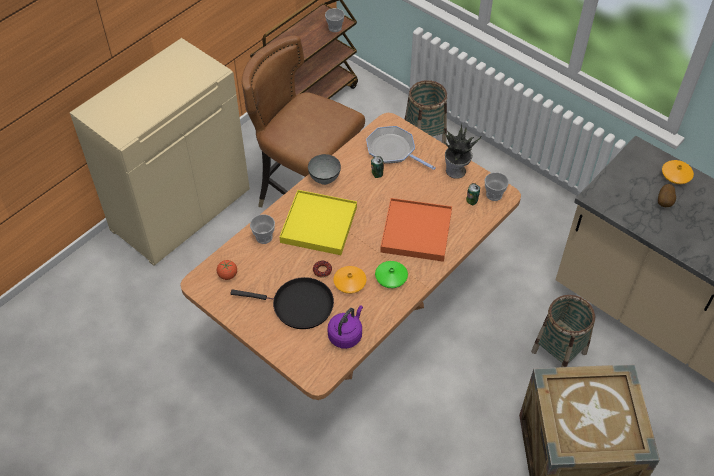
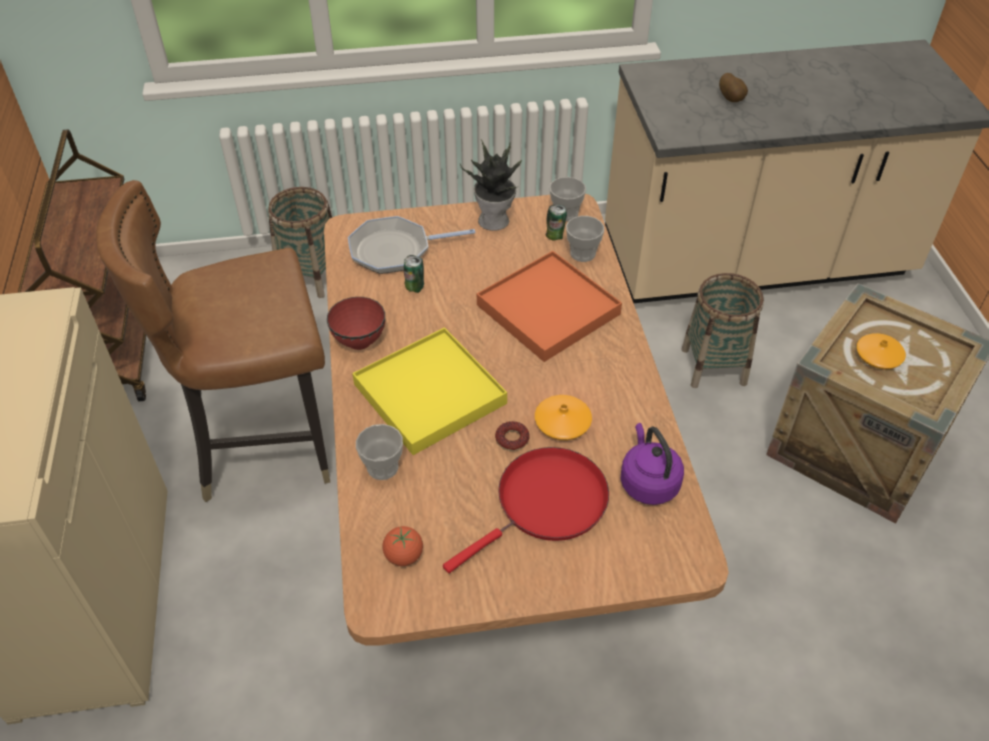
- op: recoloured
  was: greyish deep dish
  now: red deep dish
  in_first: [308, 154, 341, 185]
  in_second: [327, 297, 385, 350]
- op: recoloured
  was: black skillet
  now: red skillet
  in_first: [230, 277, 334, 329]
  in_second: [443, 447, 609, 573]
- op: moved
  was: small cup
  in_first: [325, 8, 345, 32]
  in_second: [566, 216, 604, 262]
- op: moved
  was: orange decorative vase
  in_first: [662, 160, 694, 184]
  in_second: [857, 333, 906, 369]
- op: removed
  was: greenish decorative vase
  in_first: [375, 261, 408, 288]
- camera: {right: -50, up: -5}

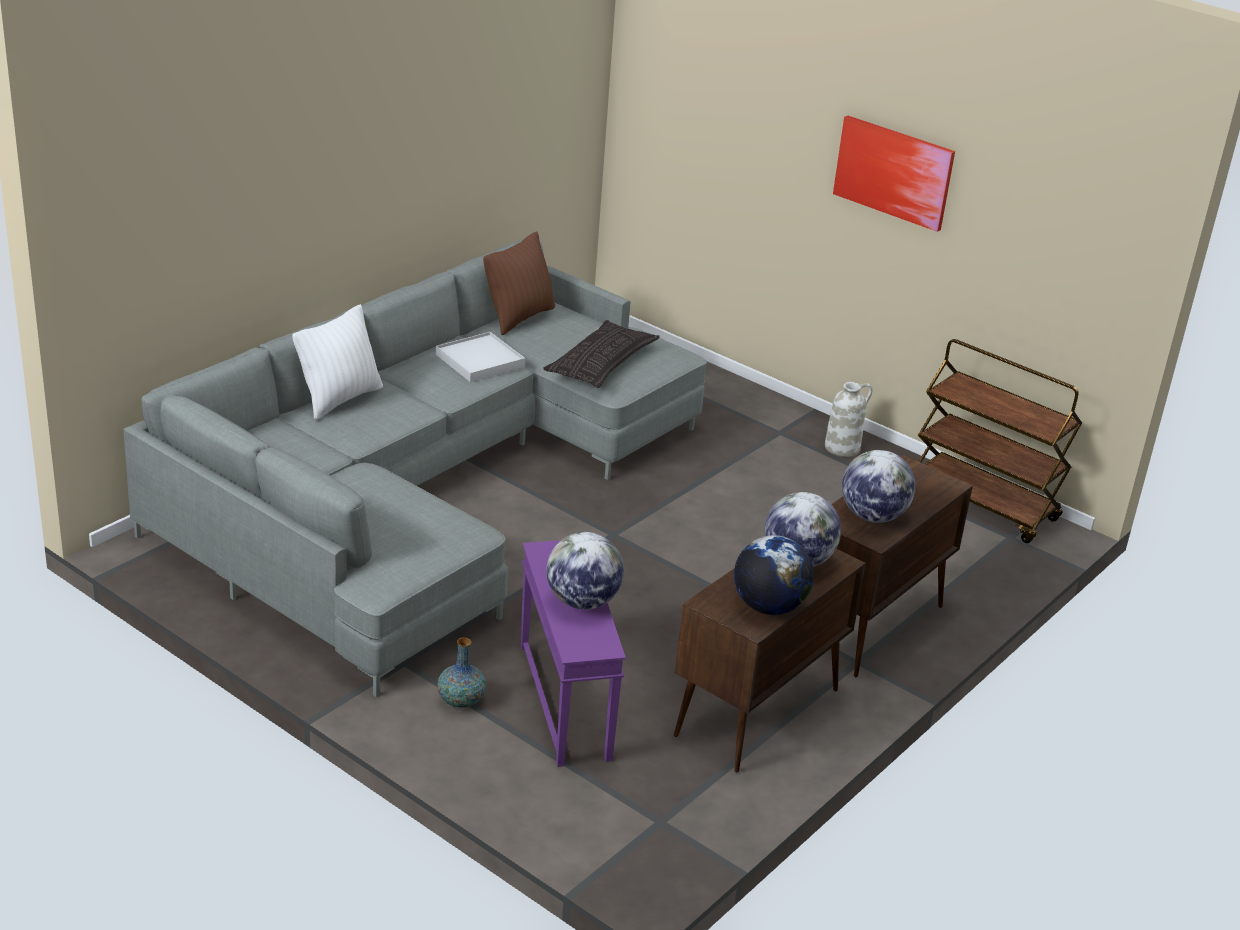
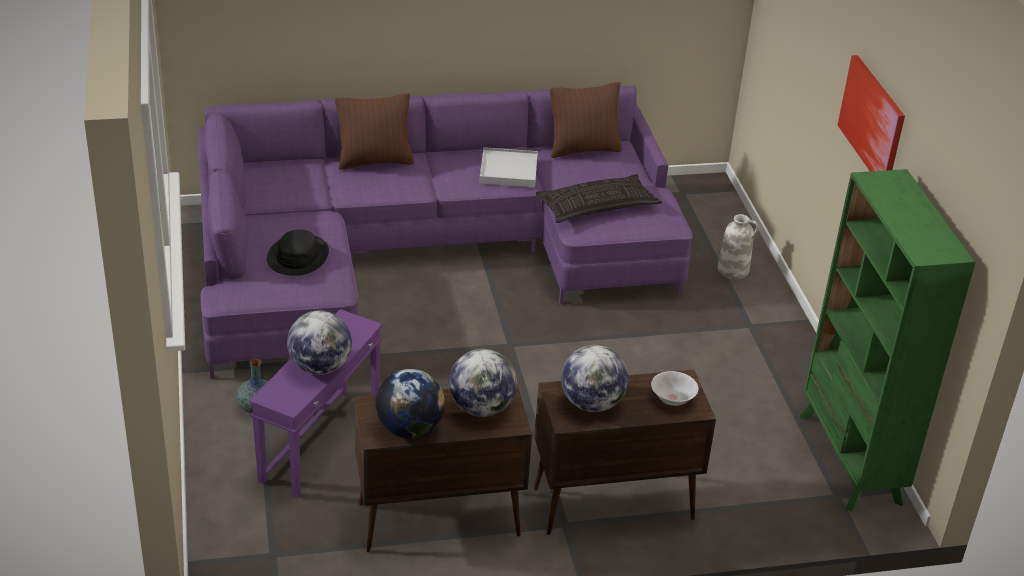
- op: recoloured
  was: greyish settee
  now: purple-coloured settee
  in_first: [123, 238, 707, 697]
  in_second: [197, 85, 693, 379]
- op: added
  now: black hat
  in_second: [267, 229, 329, 276]
- op: recoloured
  was: white throw pillow
  now: brown-coloured throw pillow
  in_first: [292, 304, 383, 420]
  in_second: [335, 93, 414, 170]
- op: added
  now: white deep dish
  in_second: [651, 371, 699, 406]
- op: moved
  was: white decorative vase
  in_first: [825, 382, 873, 457]
  in_second: [717, 214, 759, 279]
- op: replaced
  was: brown-coloured wheeled cart
  now: greenish bookshelf
  in_first: [918, 339, 1082, 543]
  in_second: [799, 169, 976, 512]
- camera: {right: 40, up: 5}

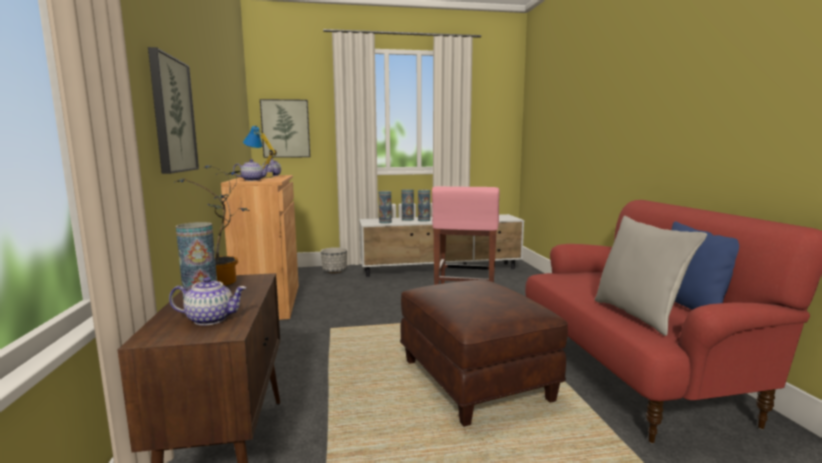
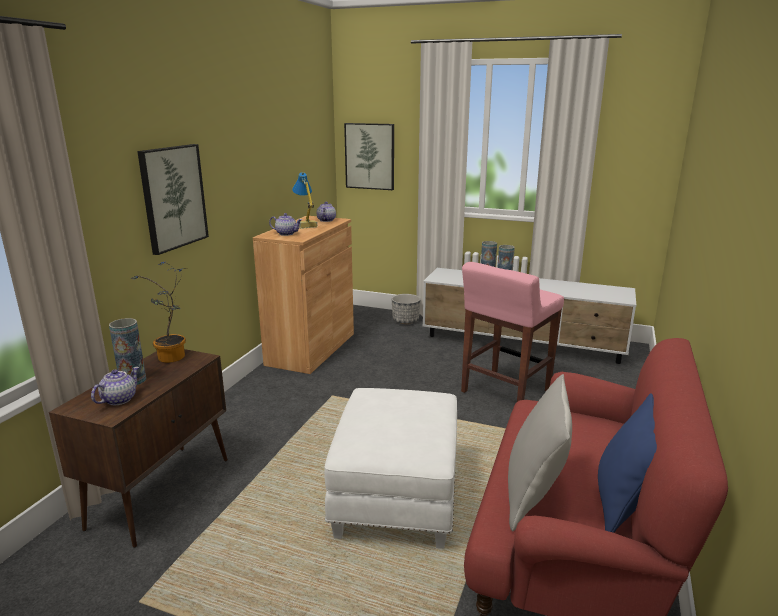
- op: turned
  was: tea pot
  in_first: [169, 277, 247, 325]
  in_second: [91, 367, 139, 405]
  clockwise: -90
- op: recoloured
  was: brown-coloured ottoman
  now: white ottoman
  in_first: [400, 280, 568, 427]
  in_second: [324, 388, 457, 549]
- op: removed
  was: decorative vase
  in_first: [379, 191, 392, 224]
- camera: {right: 30, up: 10}

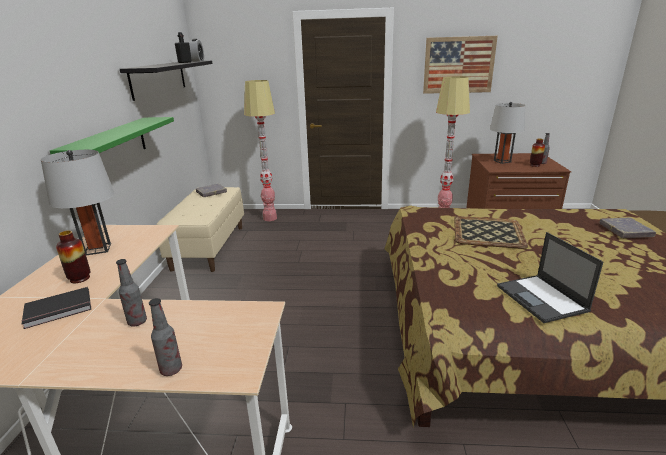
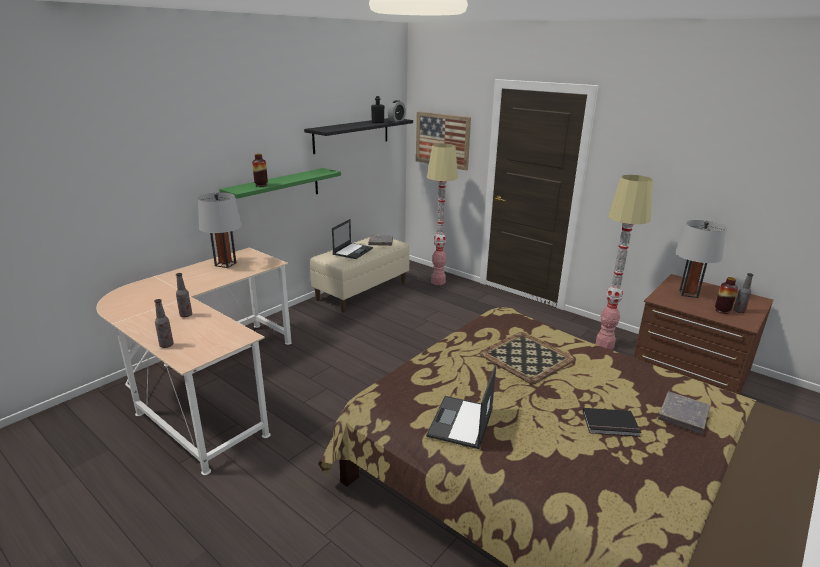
- op: moved
  was: decorative vase
  in_first: [56, 230, 91, 283]
  in_second: [252, 154, 268, 187]
- op: added
  now: portable computer
  in_second: [332, 219, 373, 259]
- op: moved
  was: wall picture
  in_first: [423, 36, 498, 94]
  in_second: [416, 111, 471, 170]
- op: moved
  was: black volume
  in_first: [21, 287, 91, 329]
  in_second: [583, 408, 641, 437]
- camera: {right: 35, up: 0}

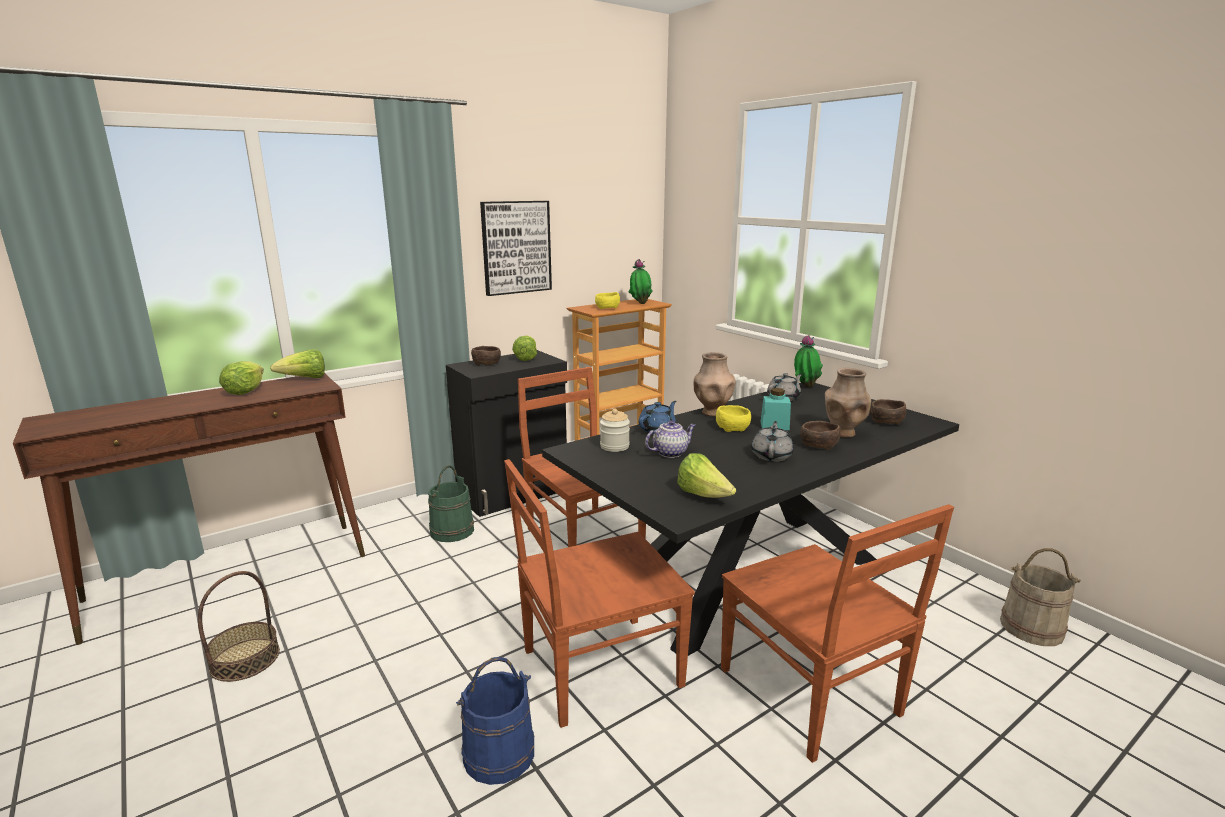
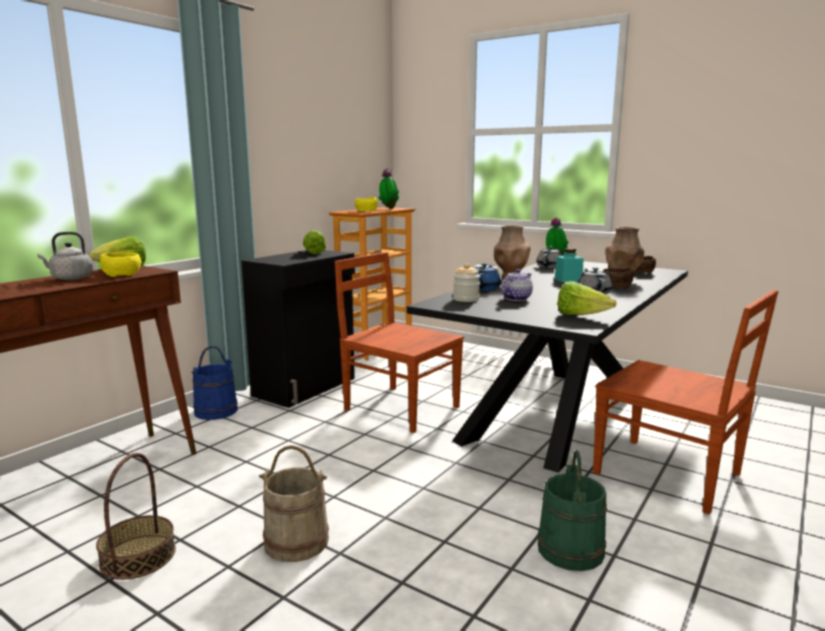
- op: replaced
  was: lettuce head
  now: greyish water kettle
  in_first: [219, 361, 264, 395]
  in_second: [37, 232, 93, 280]
- op: moved
  was: yellowish deep dish
  in_first: [716, 405, 751, 432]
  in_second: [100, 252, 141, 277]
- op: moved
  was: blue water bucket
  in_first: [456, 657, 534, 785]
  in_second: [192, 346, 238, 420]
- op: moved
  was: sand-coloured water bucket
  in_first: [1000, 548, 1081, 646]
  in_second: [259, 445, 329, 562]
- op: moved
  was: greenish water bucket
  in_first: [428, 465, 474, 542]
  in_second: [538, 450, 607, 571]
- op: removed
  was: brown-coloured deep dish
  in_first: [471, 346, 501, 366]
- op: removed
  was: wall picture
  in_first: [480, 201, 552, 296]
- op: removed
  was: brown-coloured chair
  in_first: [504, 459, 695, 728]
- camera: {right: -20, up: -5}

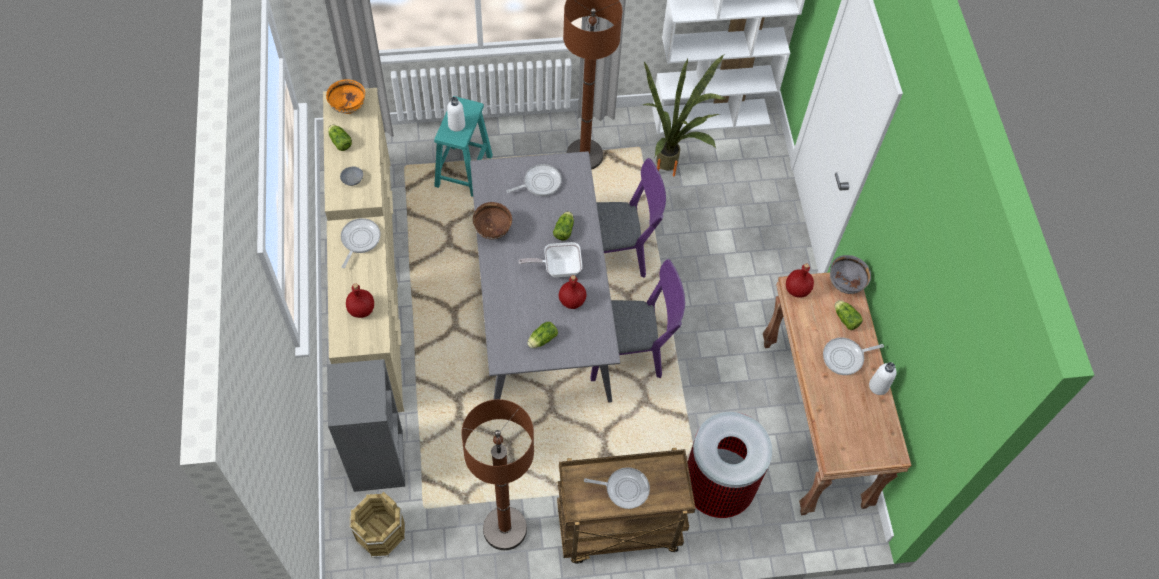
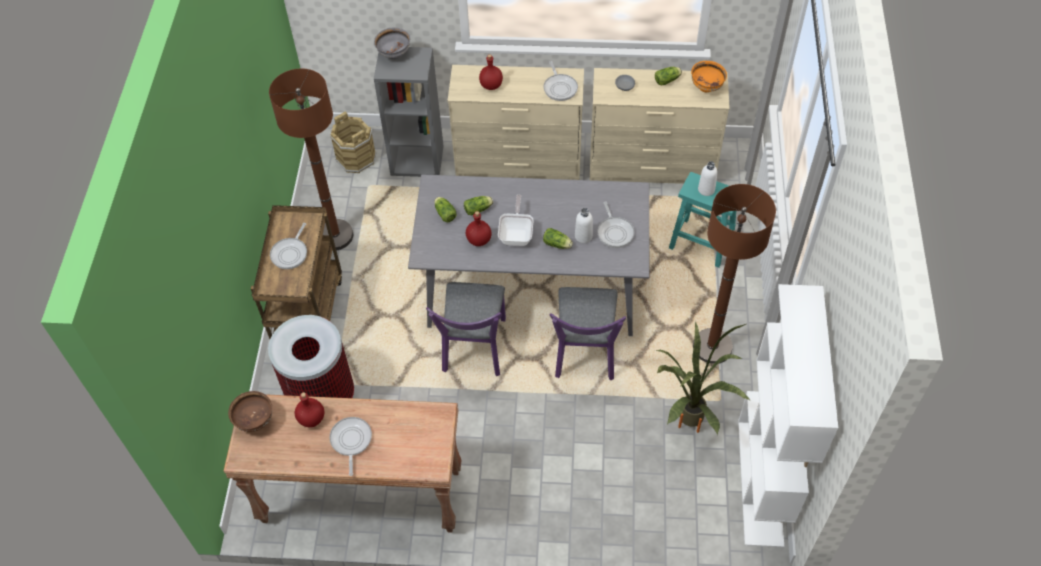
- op: moved
  was: brown-coloured deep dish
  in_first: [473, 202, 512, 240]
  in_second: [228, 391, 272, 432]
- op: moved
  was: red beverage bottle
  in_first: [786, 263, 814, 298]
  in_second: [295, 392, 324, 428]
- op: moved
  was: greyish deep dish
  in_first: [830, 255, 871, 294]
  in_second: [374, 27, 410, 59]
- op: moved
  was: lettuce head
  in_first: [835, 300, 863, 330]
  in_second: [464, 196, 493, 215]
- op: turned
  was: skillet
  in_first: [341, 218, 381, 268]
  in_second: [544, 61, 578, 101]
  clockwise: 45
- op: moved
  was: white beverage bottle
  in_first: [869, 362, 897, 395]
  in_second: [575, 208, 593, 243]
- camera: {right: 105, up: -5}

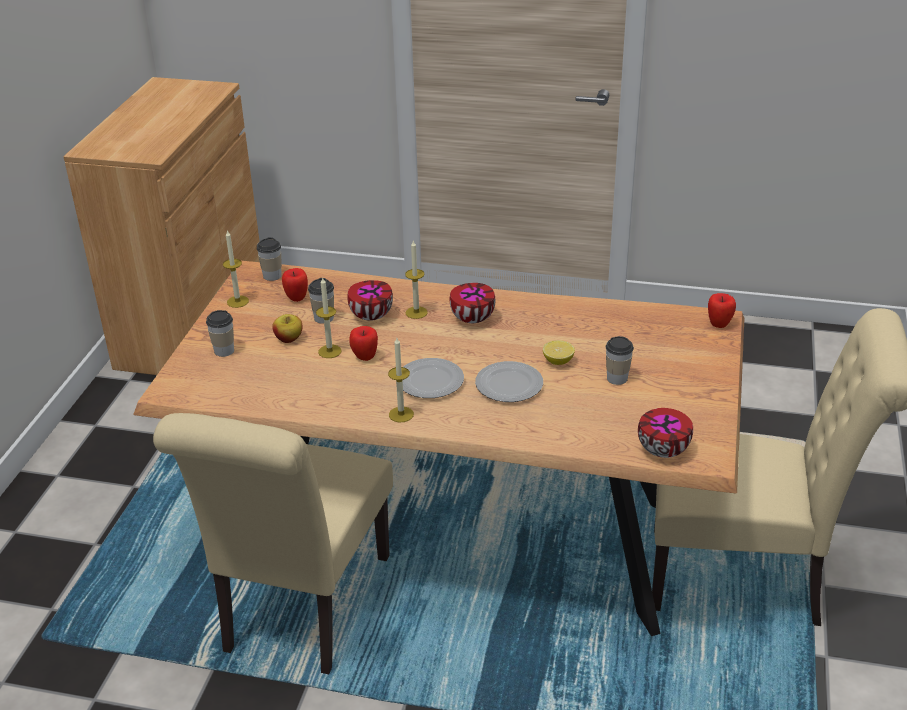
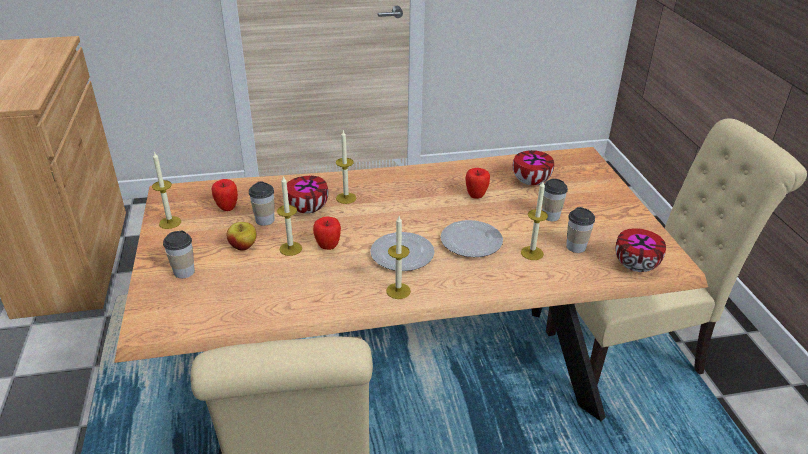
- op: moved
  was: apple fruit
  in_first: [708, 293, 736, 328]
  in_second: [465, 168, 490, 199]
- op: moved
  was: deep dish
  in_first: [450, 283, 495, 323]
  in_second: [513, 150, 554, 186]
- op: added
  now: candle
  in_second: [521, 181, 548, 260]
- op: moved
  was: small cup
  in_first: [257, 237, 282, 281]
  in_second: [566, 207, 595, 253]
- op: removed
  was: lemon
  in_first: [543, 340, 575, 365]
- camera: {right: -25, up: 0}

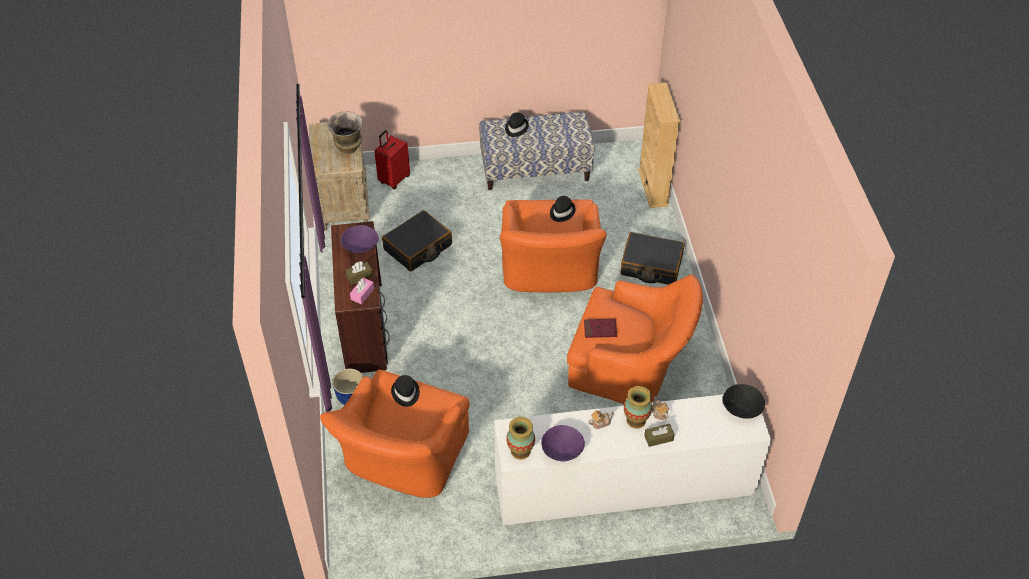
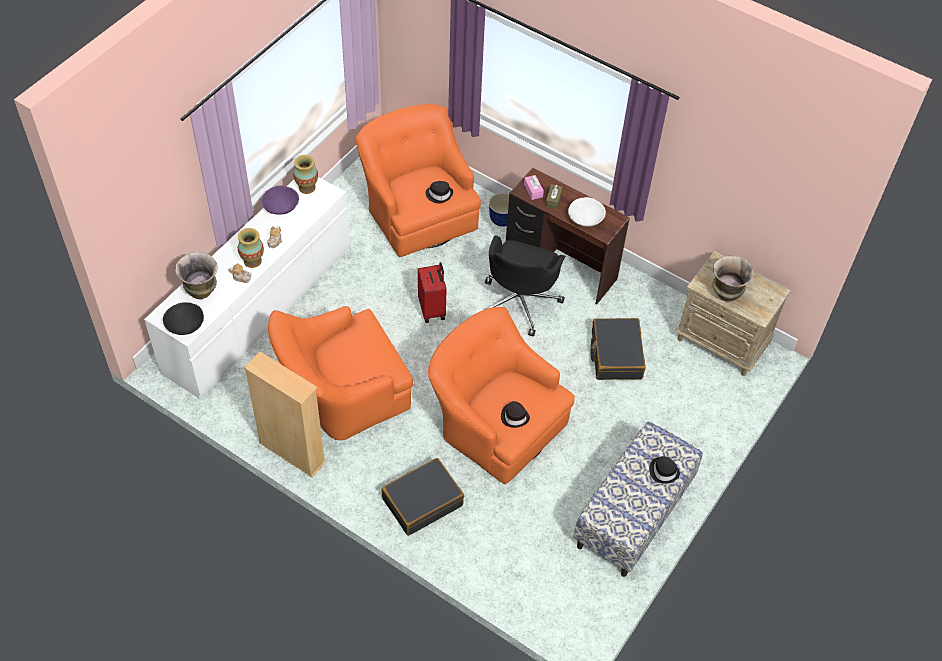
- op: added
  now: decorative vase
  in_second: [175, 252, 218, 299]
- op: moved
  was: sand-coloured bookshelf
  in_first: [638, 82, 680, 208]
  in_second: [244, 352, 327, 477]
- op: moved
  was: red piece of luggage
  in_first: [374, 130, 410, 189]
  in_second: [418, 262, 446, 323]
- op: added
  now: black office chair
  in_second: [485, 235, 565, 337]
- op: recoloured
  was: purple-coloured deep dish
  now: white deep dish
  in_first: [341, 225, 378, 253]
  in_second: [568, 197, 606, 227]
- op: removed
  was: red volume
  in_first: [584, 319, 617, 338]
- op: removed
  was: brown-coloured box of tissues
  in_first: [644, 424, 675, 447]
- camera: {right: 130, up: 5}

